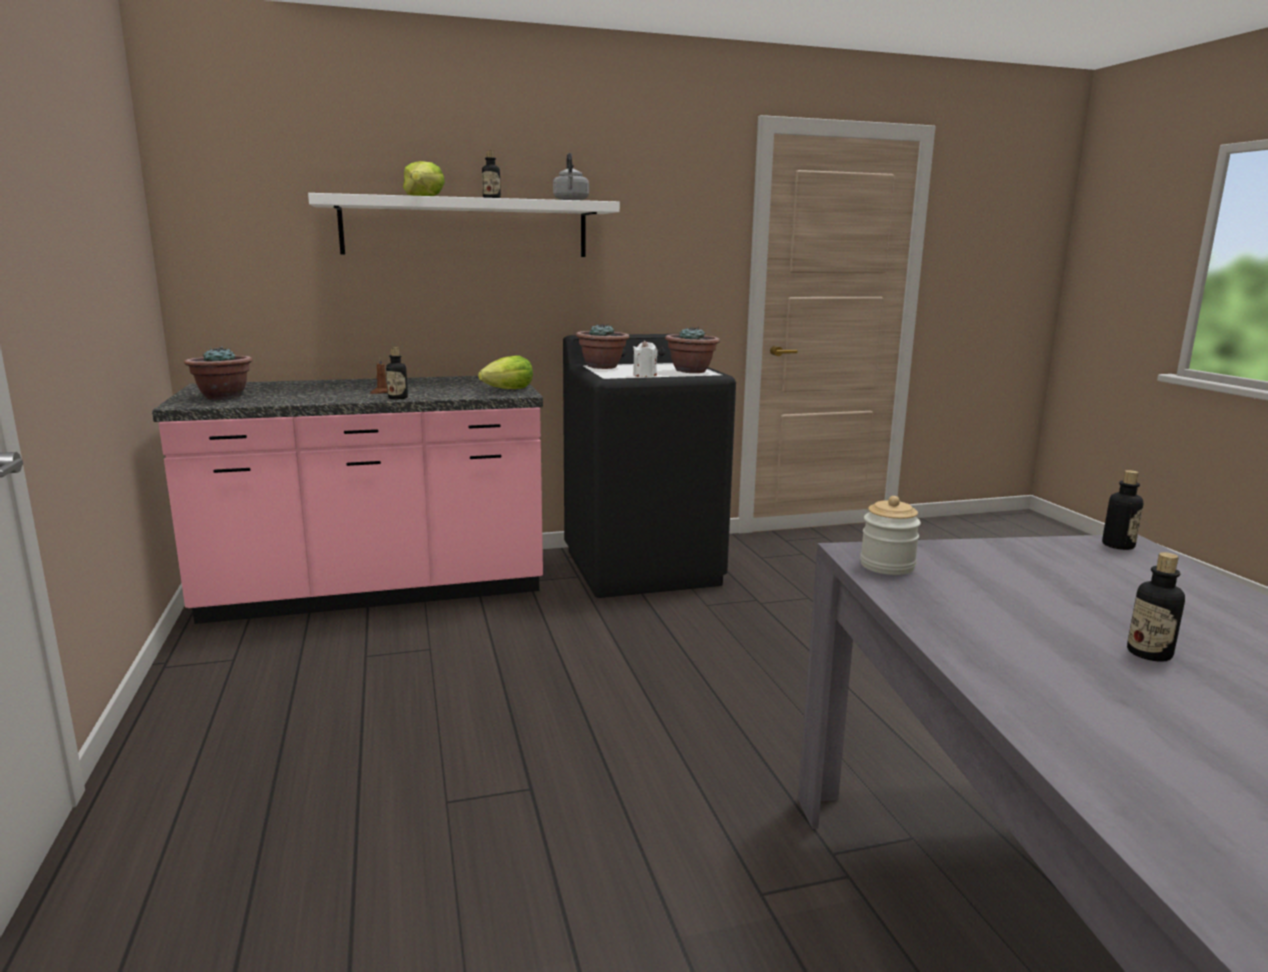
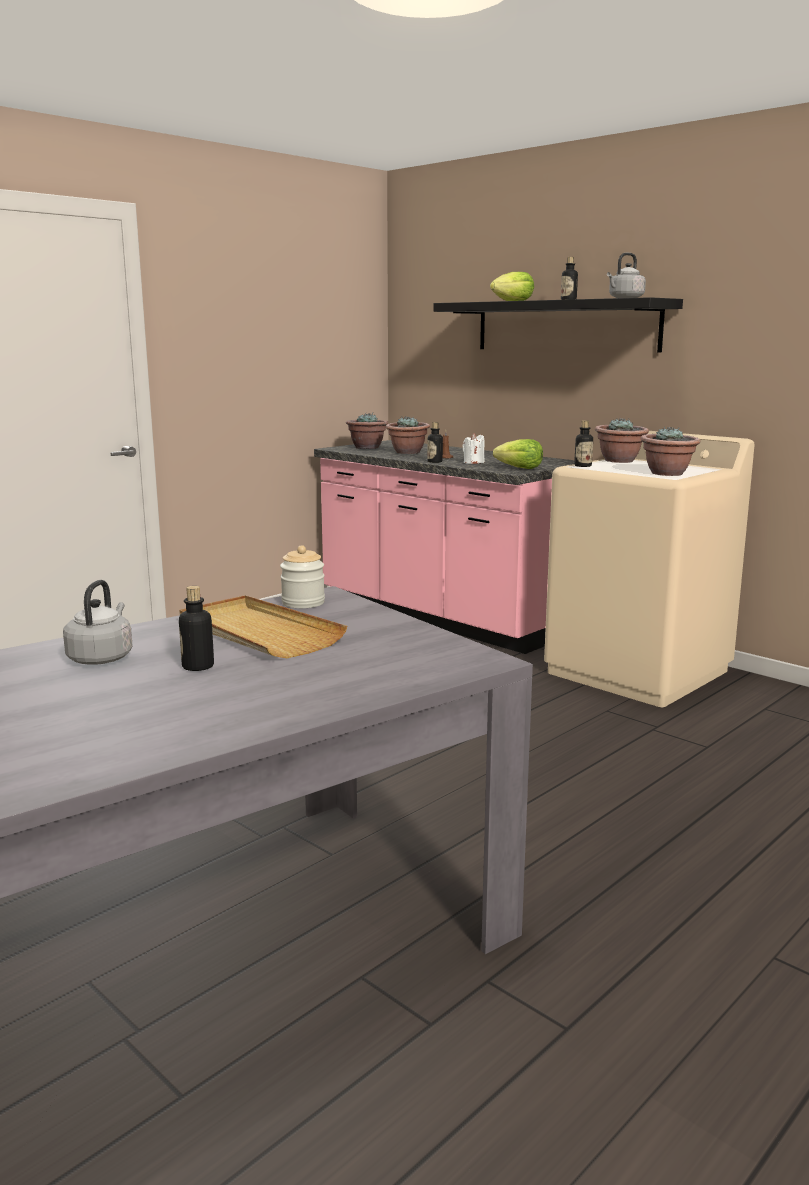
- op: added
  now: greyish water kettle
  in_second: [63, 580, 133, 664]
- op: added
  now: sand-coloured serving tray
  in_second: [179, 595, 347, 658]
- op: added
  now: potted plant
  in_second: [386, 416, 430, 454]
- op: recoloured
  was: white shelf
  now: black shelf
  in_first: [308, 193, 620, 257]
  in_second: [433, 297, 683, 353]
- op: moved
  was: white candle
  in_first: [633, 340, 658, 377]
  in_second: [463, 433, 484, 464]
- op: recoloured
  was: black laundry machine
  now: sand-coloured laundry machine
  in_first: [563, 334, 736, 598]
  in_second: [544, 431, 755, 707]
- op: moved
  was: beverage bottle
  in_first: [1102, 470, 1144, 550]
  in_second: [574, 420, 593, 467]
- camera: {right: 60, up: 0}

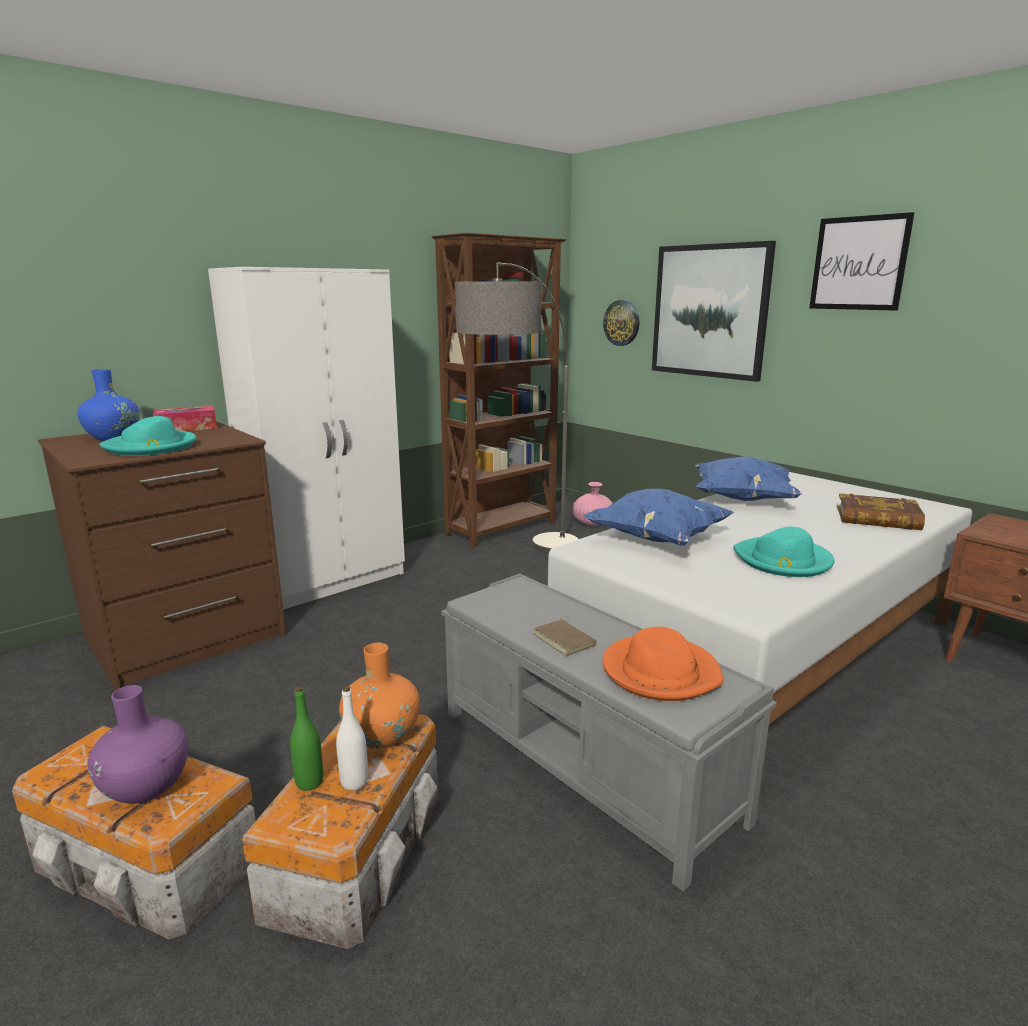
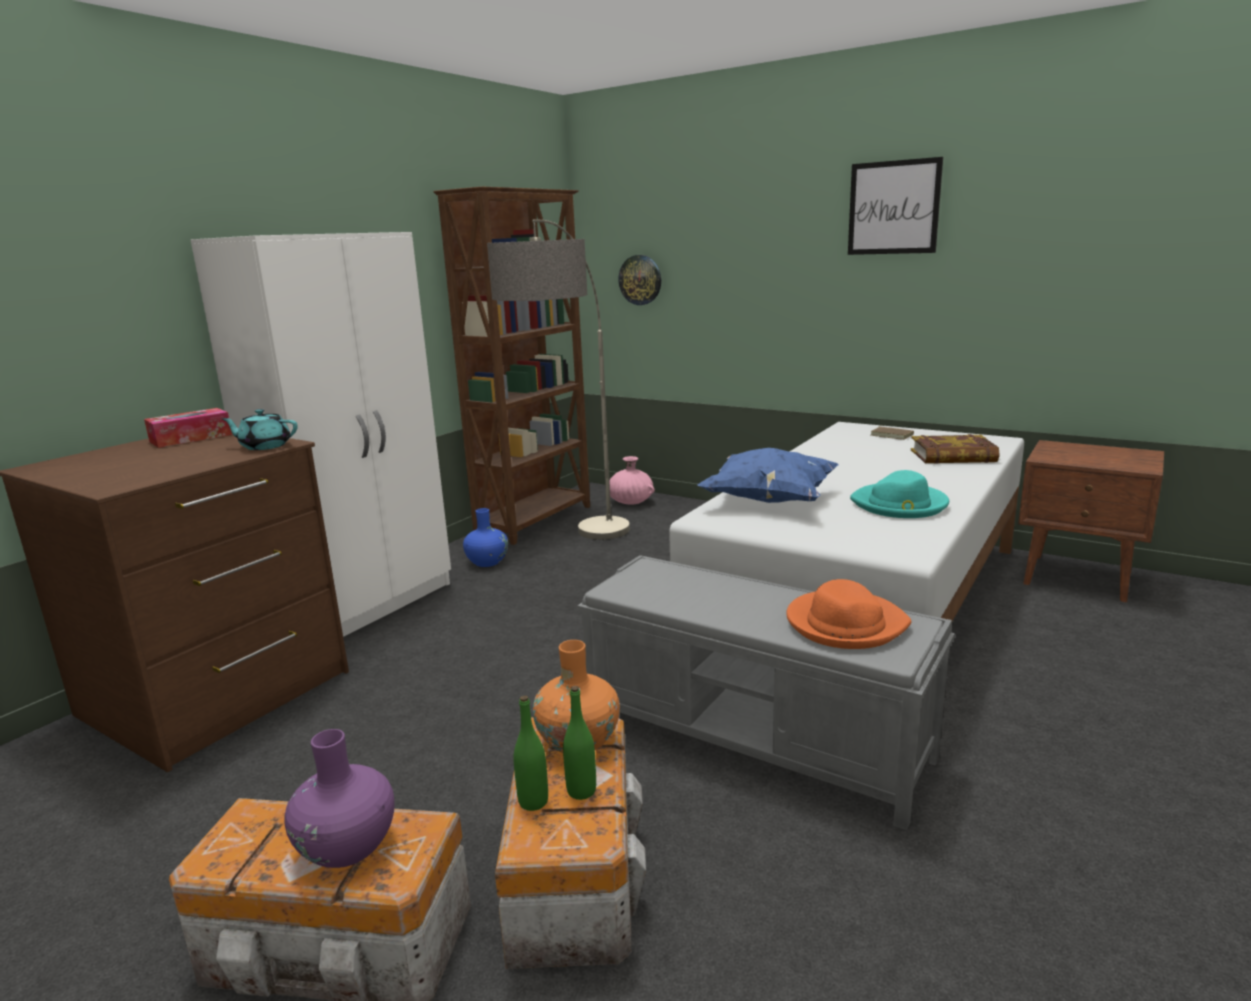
- op: added
  now: turquoise tea pot
  in_second: [221, 409, 298, 450]
- op: moved
  was: blue decorative vase
  in_first: [78, 369, 140, 441]
  in_second: [463, 508, 508, 567]
- op: recoloured
  was: white beverage bottle
  now: greenish beverage bottle
  in_first: [336, 686, 368, 790]
  in_second: [563, 686, 596, 800]
- op: moved
  was: brown-coloured volume
  in_first: [533, 617, 597, 656]
  in_second: [871, 427, 914, 440]
- op: removed
  was: turquoise hat
  in_first: [100, 416, 196, 456]
- op: removed
  was: wall picture
  in_first: [652, 241, 776, 382]
- op: removed
  was: blue throw pillow
  in_first: [695, 456, 802, 501]
- camera: {right: -15, up: 0}

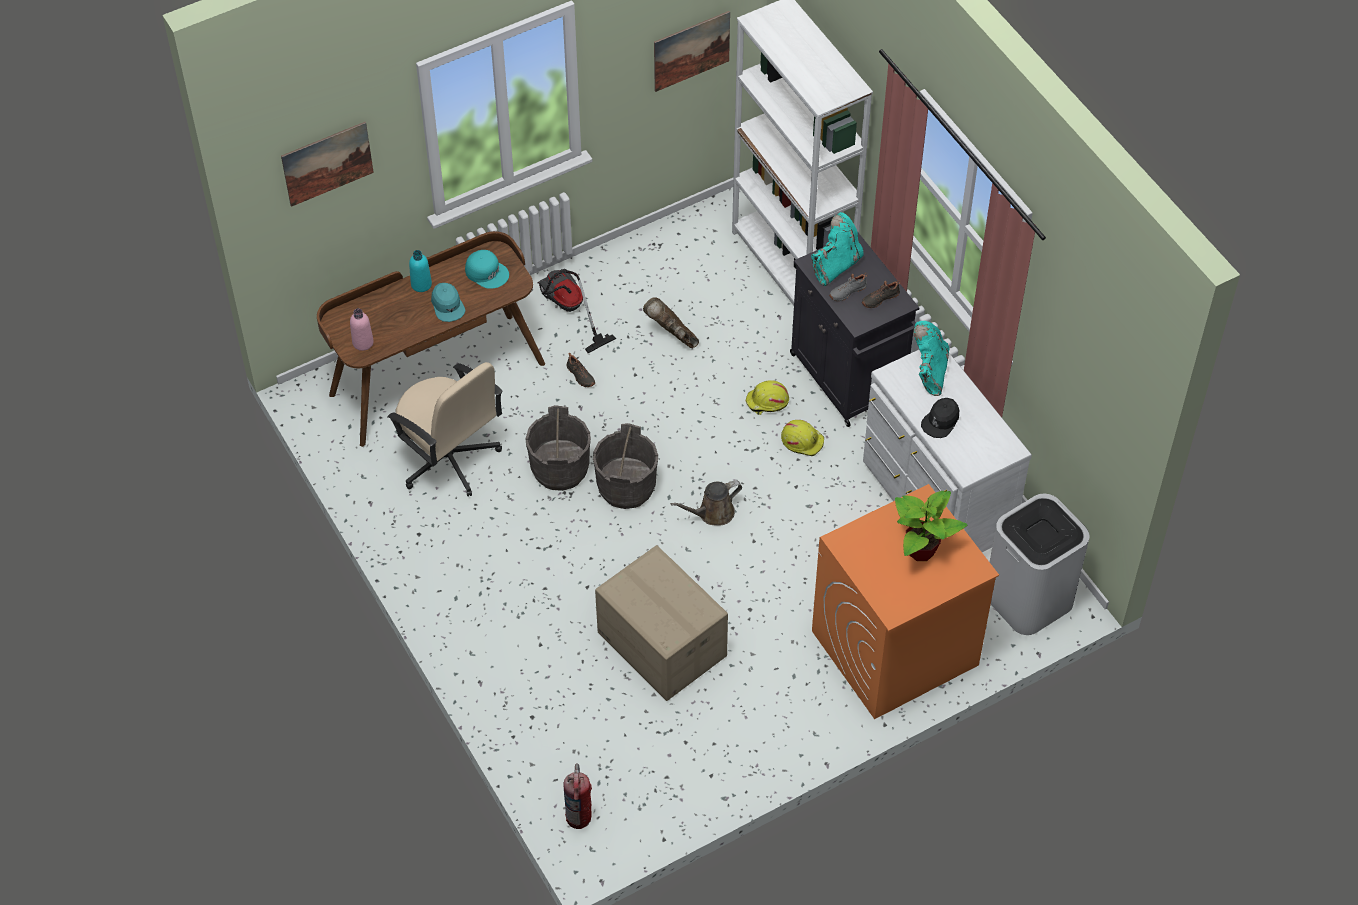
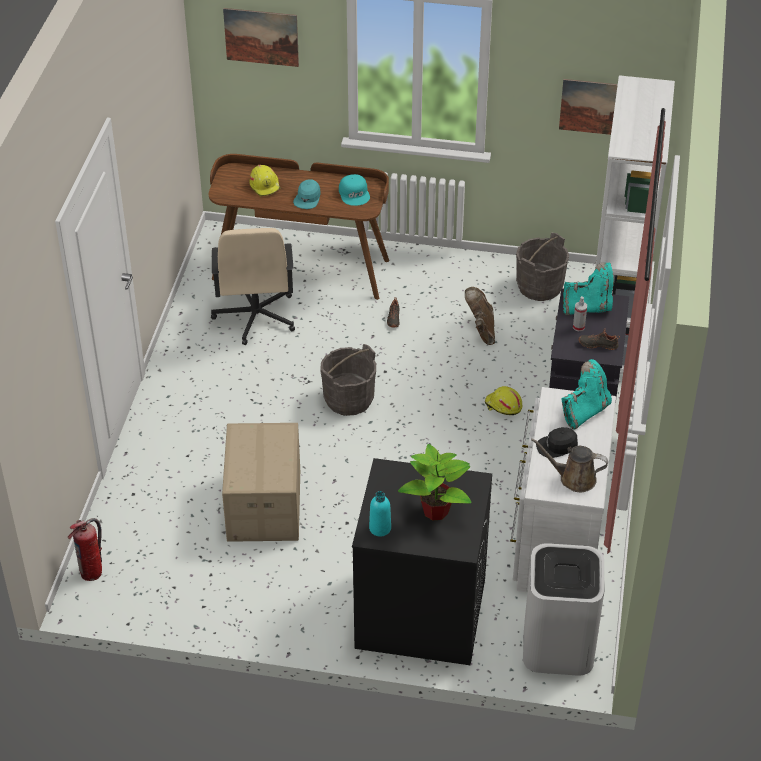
- op: moved
  was: yellowish safety helmet
  in_first: [781, 420, 824, 456]
  in_second: [249, 165, 281, 197]
- op: recoloured
  was: orange laundry machine
  now: black laundry machine
  in_first: [812, 484, 999, 719]
  in_second: [352, 458, 492, 665]
- op: moved
  was: turquoise beverage bottle
  in_first: [409, 250, 432, 292]
  in_second: [369, 491, 391, 536]
- op: moved
  was: greyish water bucket
  in_first: [525, 405, 591, 491]
  in_second: [516, 233, 569, 301]
- op: moved
  was: brown-coloured watering pot
  in_first: [671, 481, 742, 525]
  in_second: [531, 438, 608, 492]
- op: replaced
  was: greyish shoe
  now: hand sprayer
  in_first: [829, 273, 868, 301]
  in_second: [573, 296, 587, 331]
- op: removed
  was: pinkish beverage bottle
  in_first: [350, 308, 374, 351]
- op: removed
  was: vacuum cleaner
  in_first: [538, 269, 617, 353]
- camera: {right: 40, up: -10}

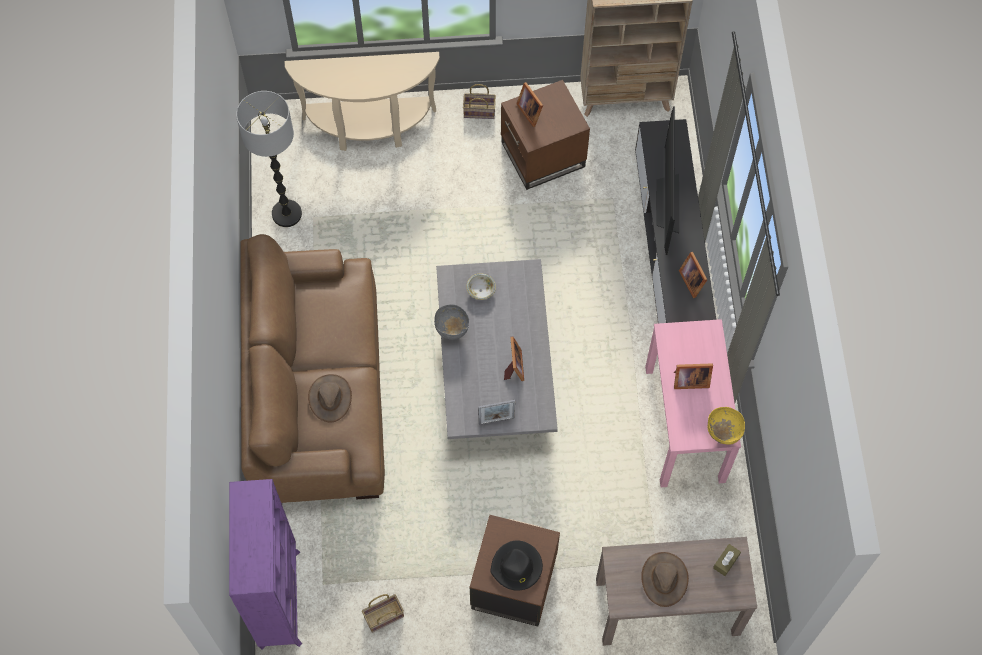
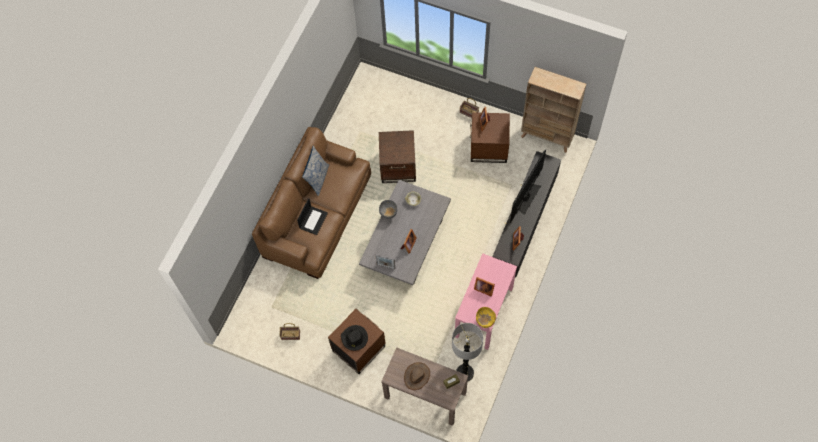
- op: replaced
  was: brown-coloured hat
  now: portable computer
  in_first: [308, 374, 352, 422]
  in_second: [297, 198, 328, 235]
- op: added
  now: throw pillow
  in_second: [302, 146, 329, 196]
- op: added
  now: brown-coloured side table
  in_second: [379, 130, 416, 183]
- op: moved
  was: floor lamp
  in_first: [236, 91, 302, 227]
  in_second: [452, 323, 483, 382]
- op: removed
  was: purple-coloured bookshelf
  in_first: [229, 479, 302, 649]
- op: removed
  was: sand-coloured console table
  in_first: [285, 52, 440, 151]
- camera: {right: 30, up: 0}

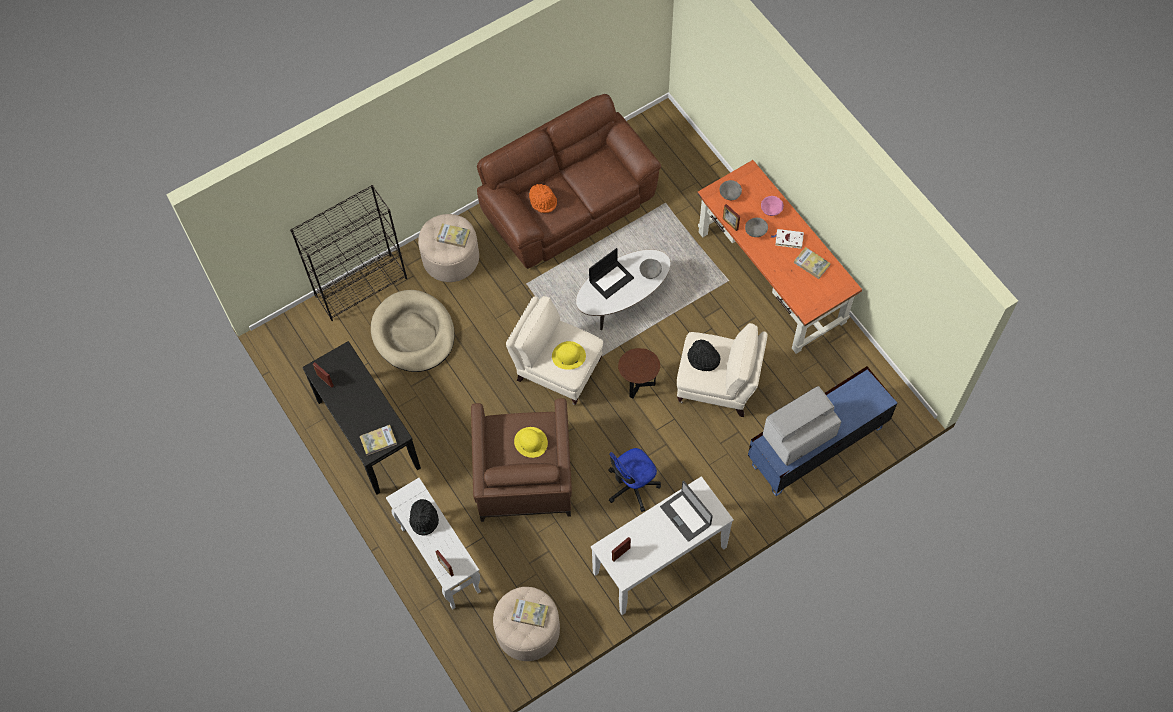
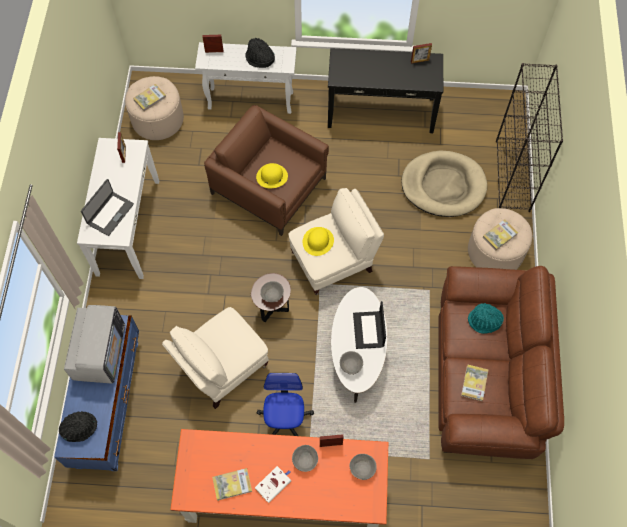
- op: moved
  was: black hat
  in_first: [688, 339, 720, 371]
  in_second: [59, 411, 97, 442]
- op: turned
  was: portable computer
  in_first: [660, 481, 713, 542]
  in_second: [81, 179, 134, 236]
  clockwise: 120
- op: moved
  was: office chair
  in_first: [608, 448, 661, 512]
  in_second: [257, 373, 314, 436]
- op: added
  now: greyish deep dish
  in_second: [260, 281, 284, 302]
- op: moved
  was: volume
  in_first: [360, 425, 397, 456]
  in_second: [461, 365, 488, 401]
- op: recoloured
  was: orange hat
  now: turquoise hat
  in_first: [529, 184, 557, 213]
  in_second: [468, 303, 504, 334]
- op: removed
  was: pinkish deep dish
  in_first: [761, 196, 784, 216]
- camera: {right: 125, up: 0}

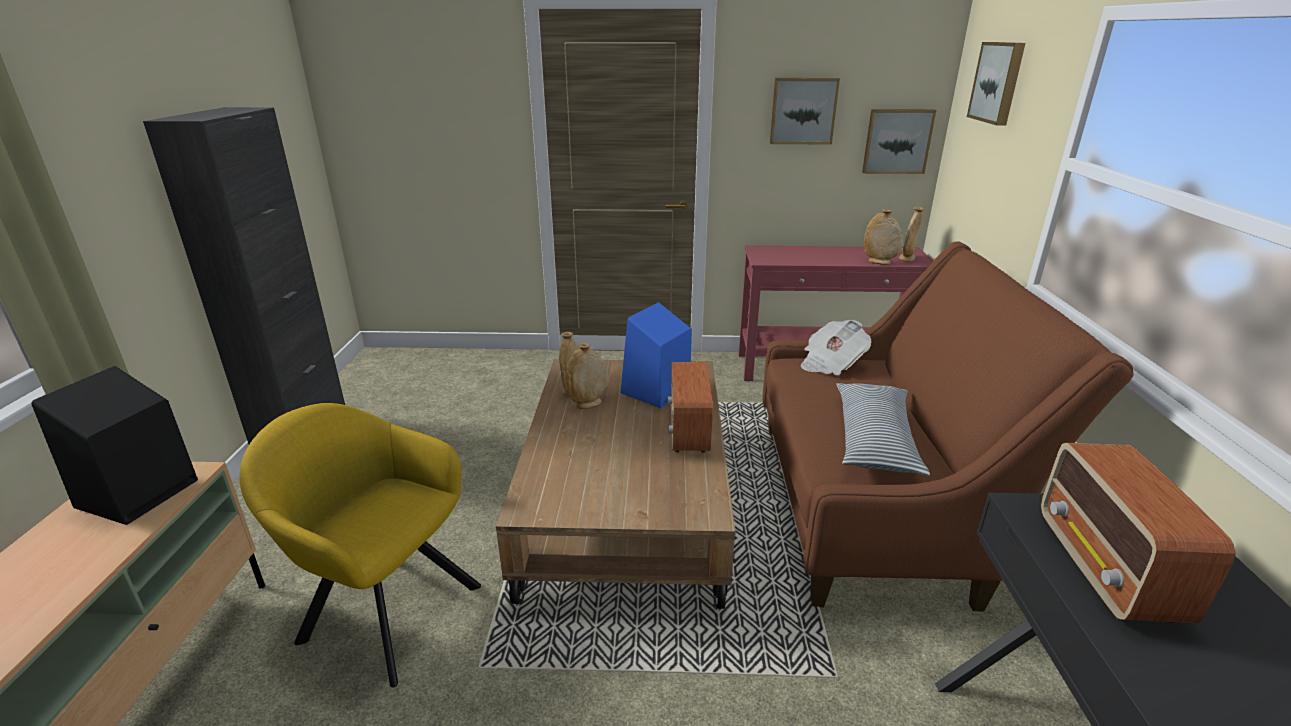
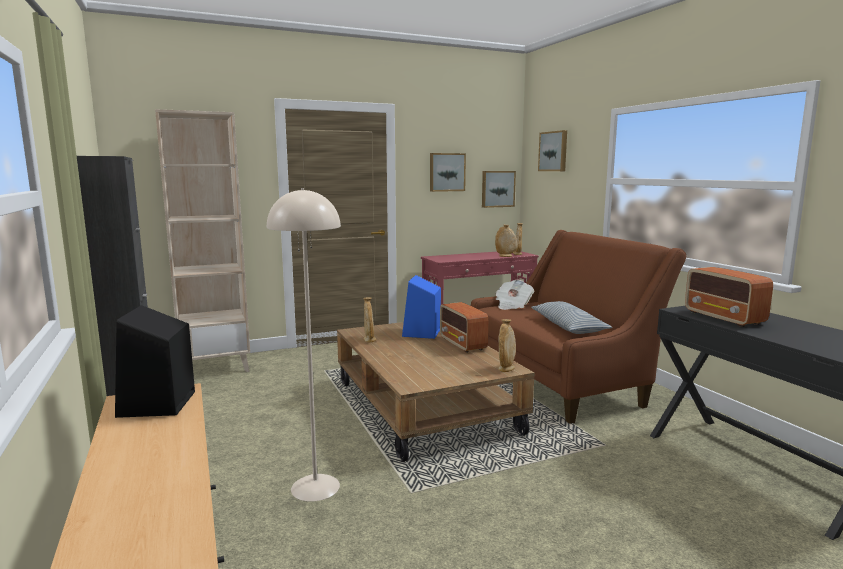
- op: added
  now: sand-coloured bookshelf
  in_second: [155, 109, 250, 372]
- op: replaced
  was: yellowish armchair
  now: sand-coloured floor lamp
  in_first: [240, 403, 481, 687]
  in_second: [267, 188, 341, 501]
- op: moved
  was: sand-coloured decorative vase
  in_first: [566, 343, 609, 409]
  in_second: [498, 319, 516, 372]
- camera: {right: -25, up: -15}

